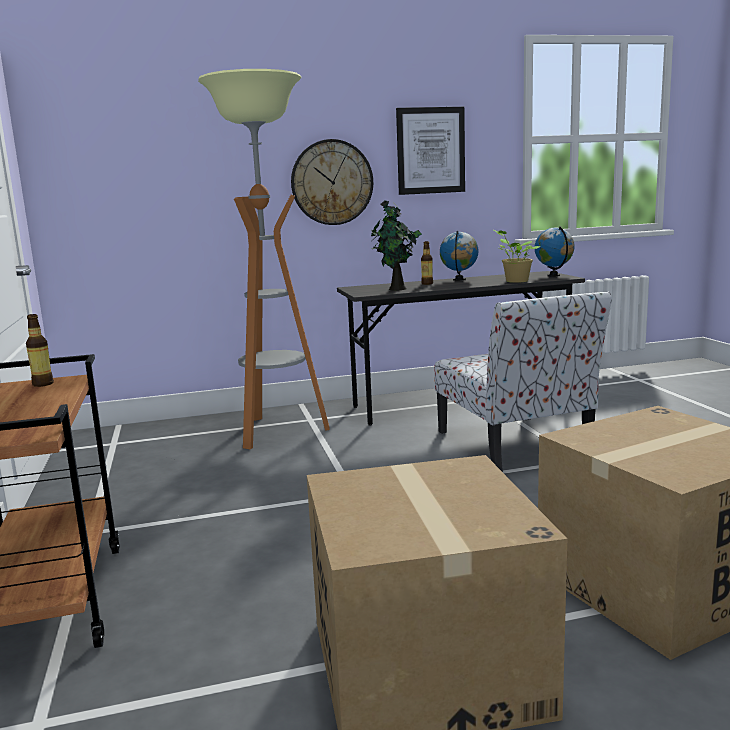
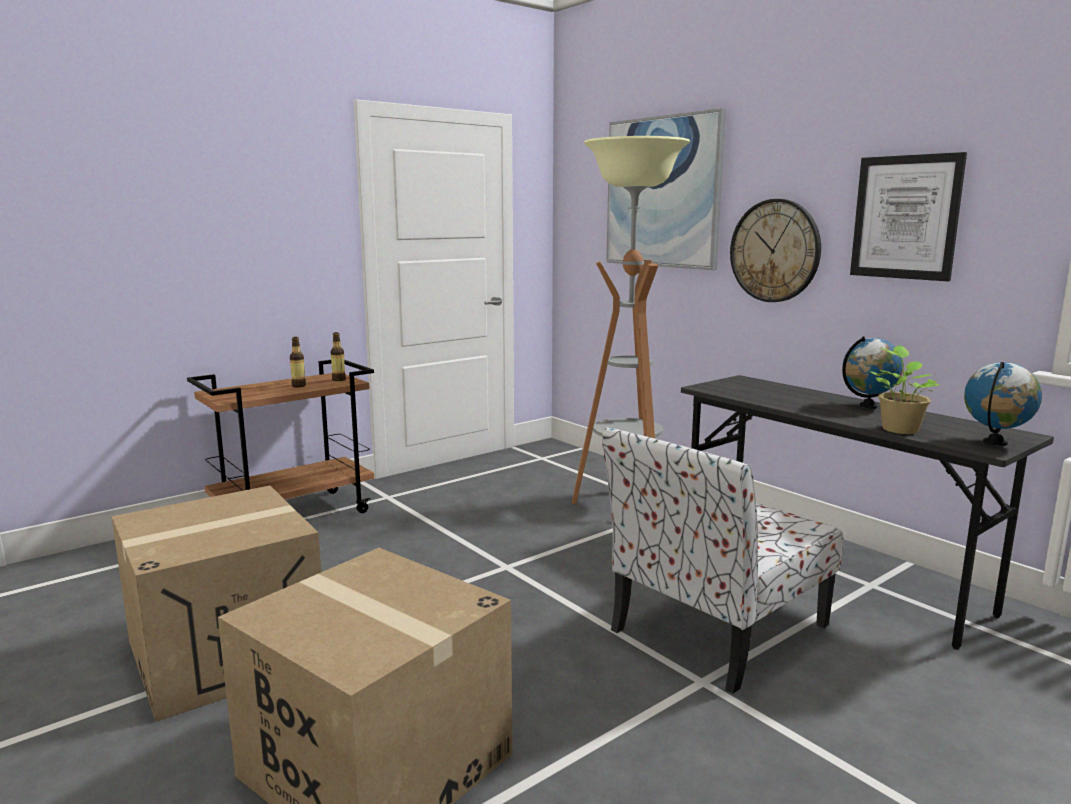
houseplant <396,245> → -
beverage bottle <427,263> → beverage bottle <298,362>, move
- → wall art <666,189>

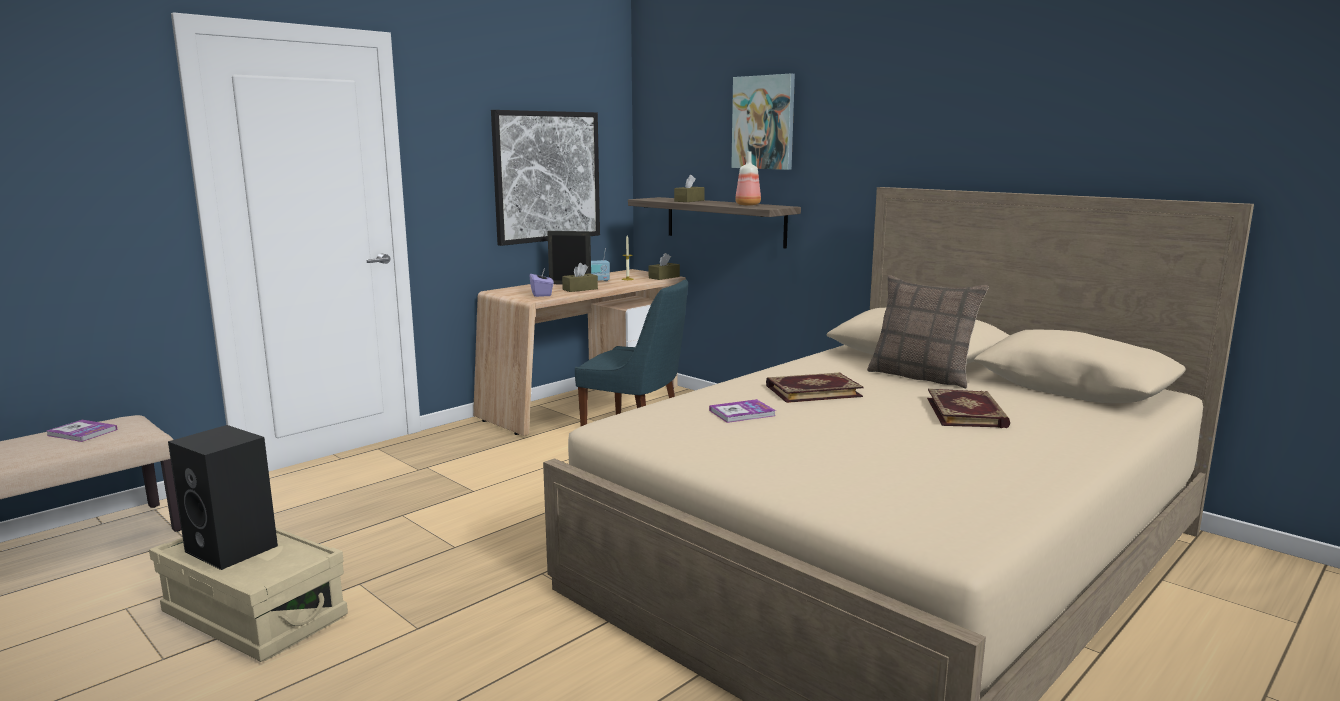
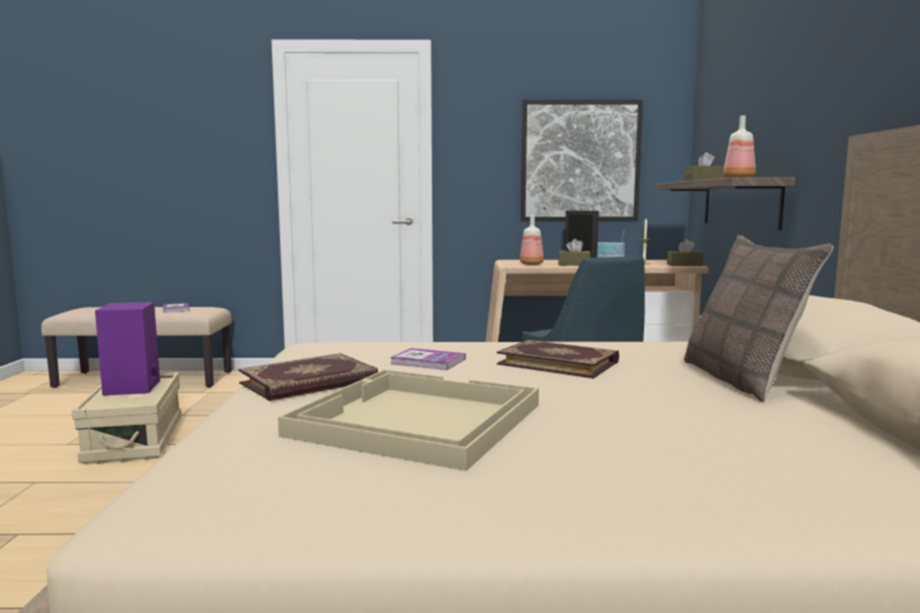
audio speaker (blackish) <223,497> → audio speaker (purplish) <127,349>
tissue holder (purplish) <541,282> → beverage bottle <532,240>
wall art <763,122> → -
volume <968,408> → volume <308,377>, move
- → carrying tray (sand-coloured) <408,420>

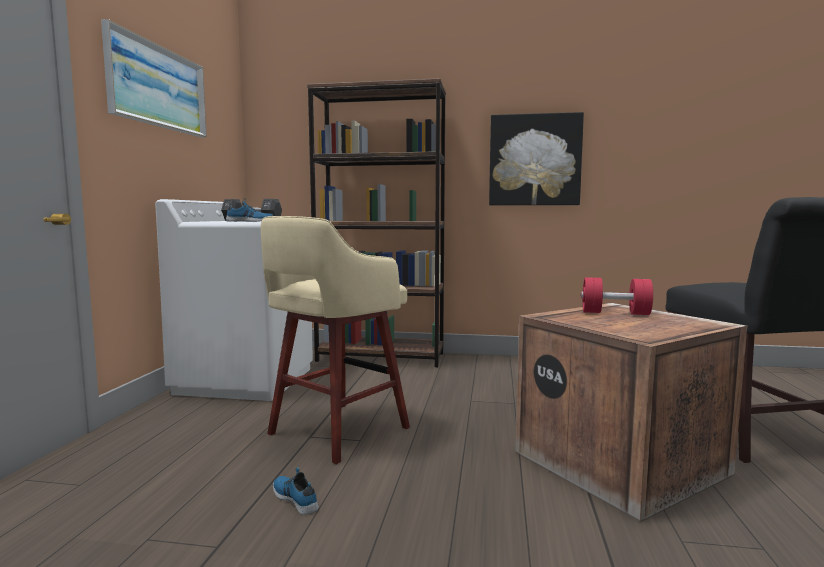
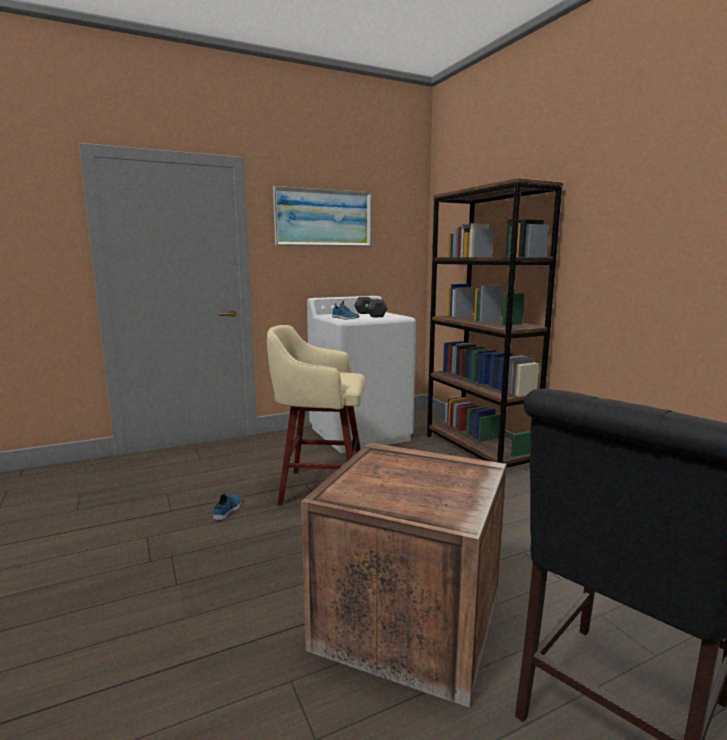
wall art <536,158> → -
free weight (red) <617,296> → -

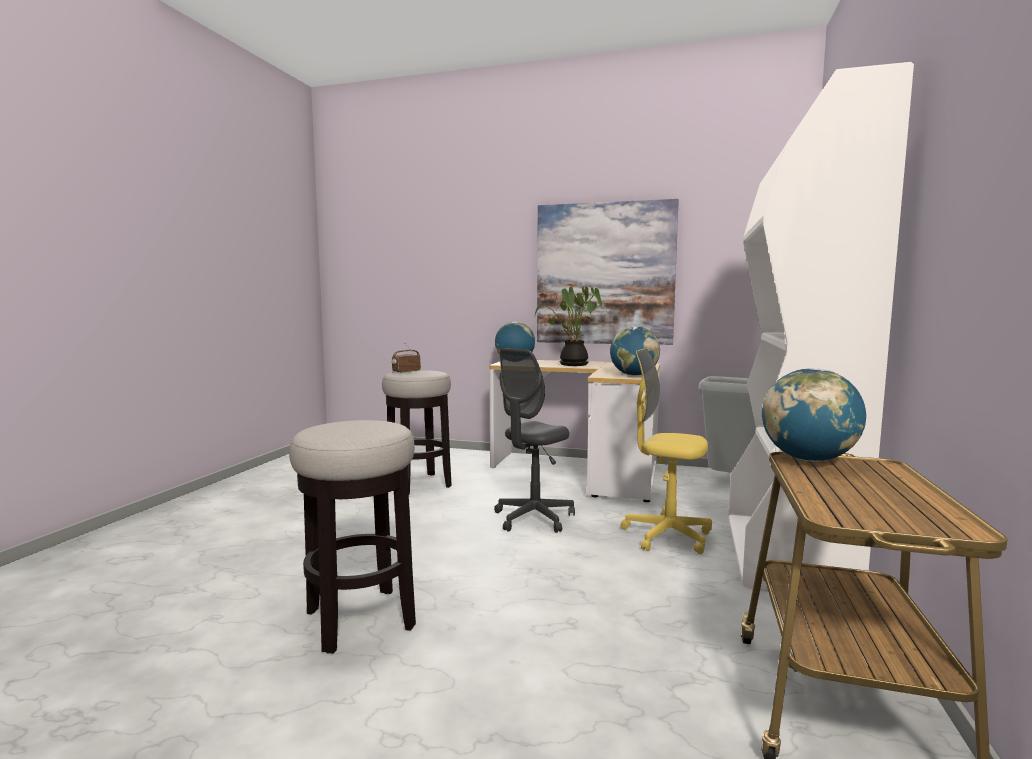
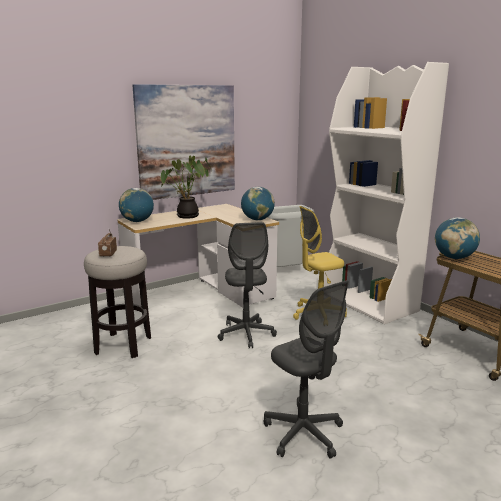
stool seat <352,537> → computer chair (greyish) <306,369>

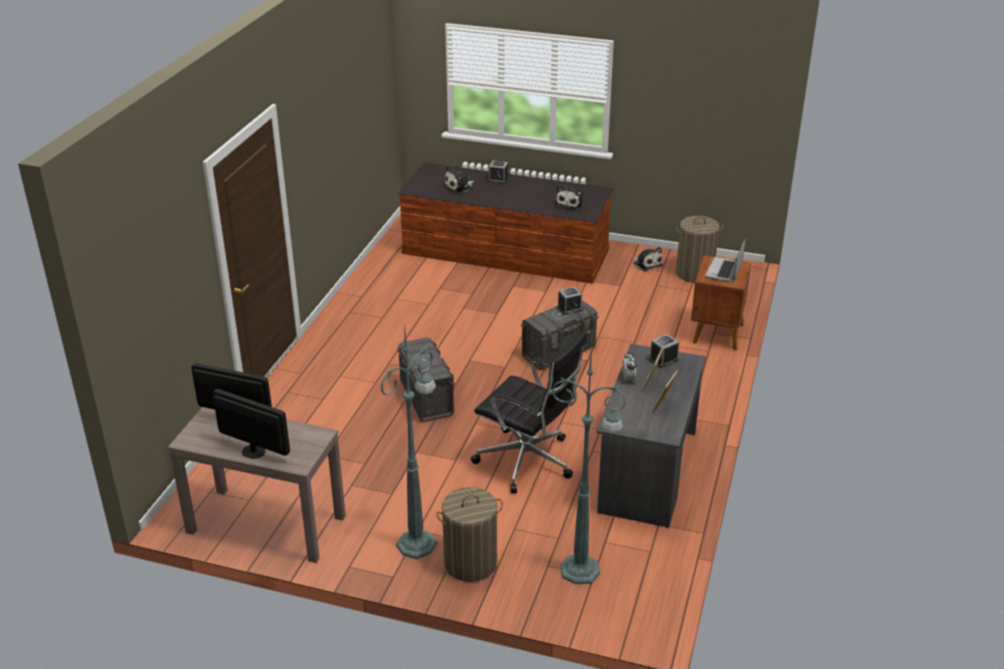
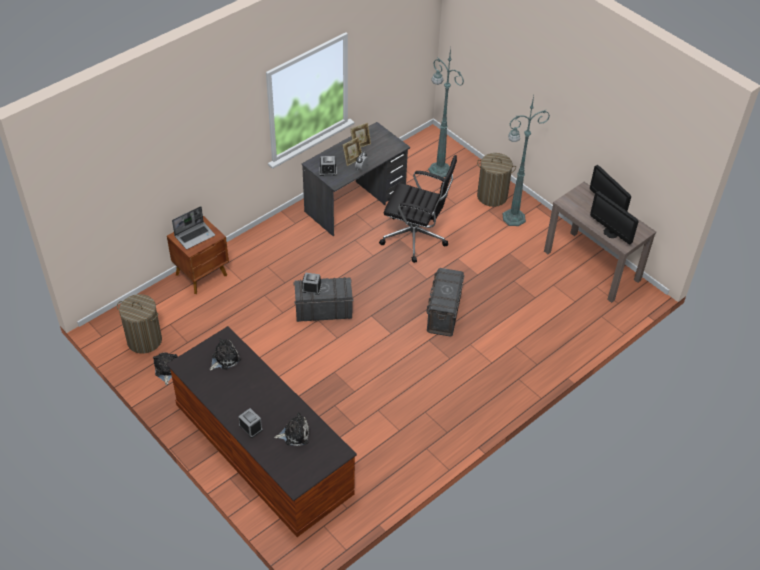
computer chair (blackish) <529,412> → computer chair (blackish) <418,209>, 135 degrees clockwise

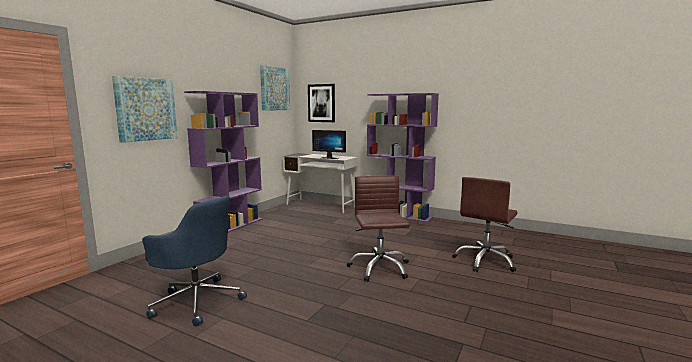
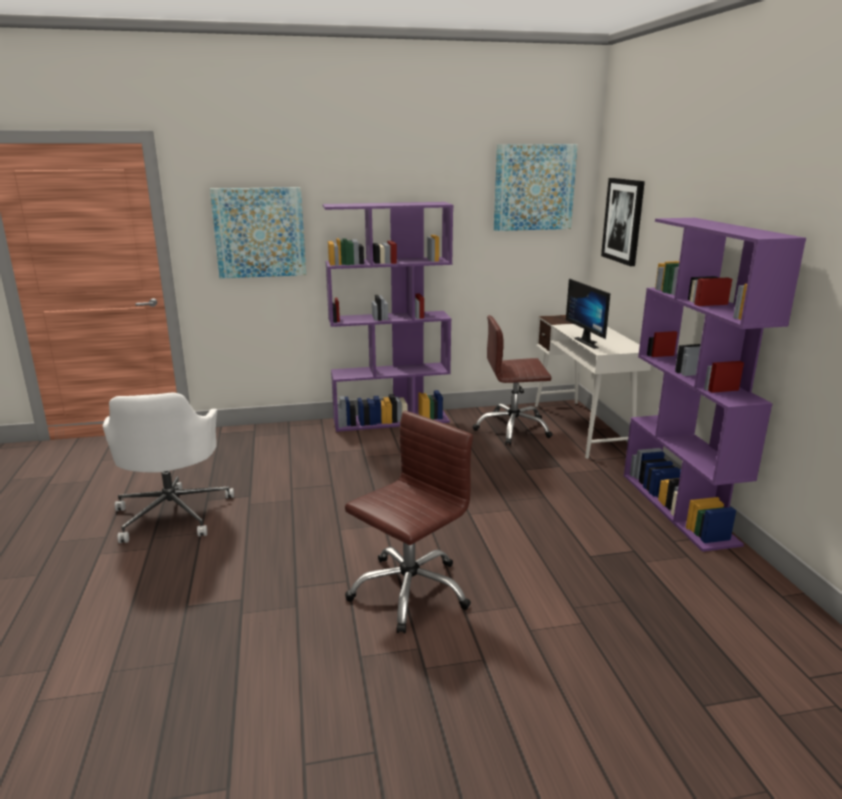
computer chair (bluish) <194,261> → computer chair (white-coloured) <168,467>
computer chair (brown) <485,224> → computer chair (brown) <513,380>, move

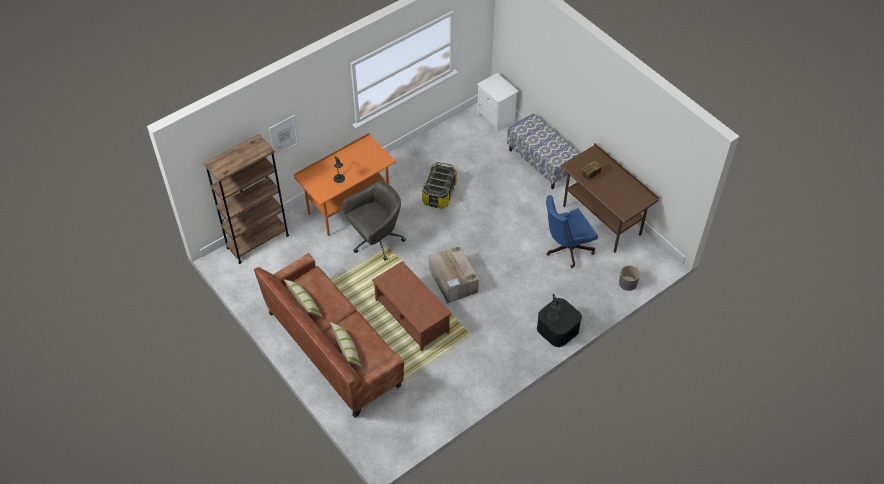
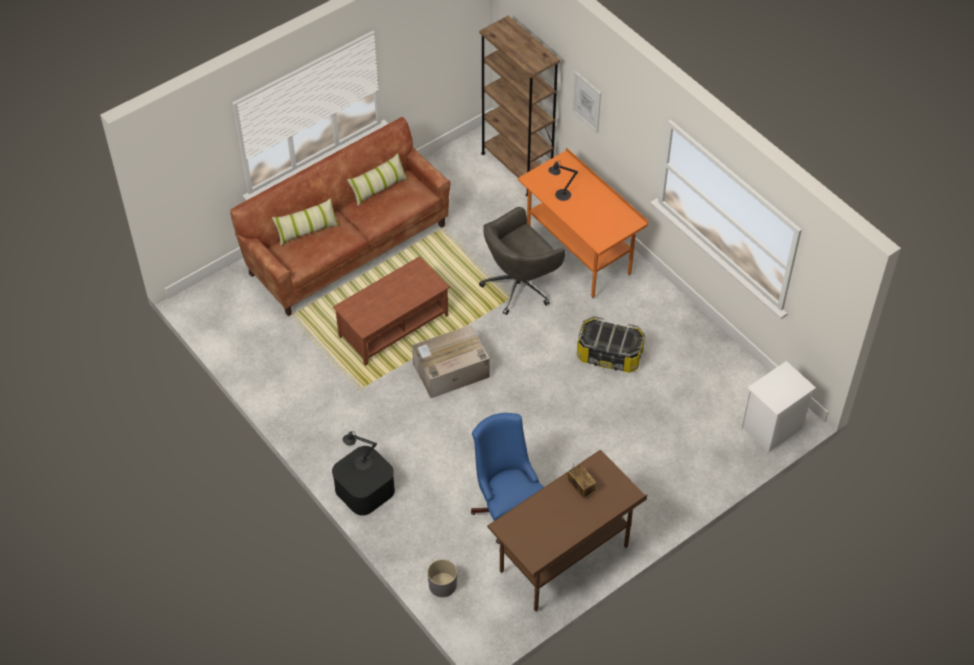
computer chair (greyish) <374,221> → computer chair (greyish) <522,261>, 90 degrees clockwise
indoor bench <543,151> → -

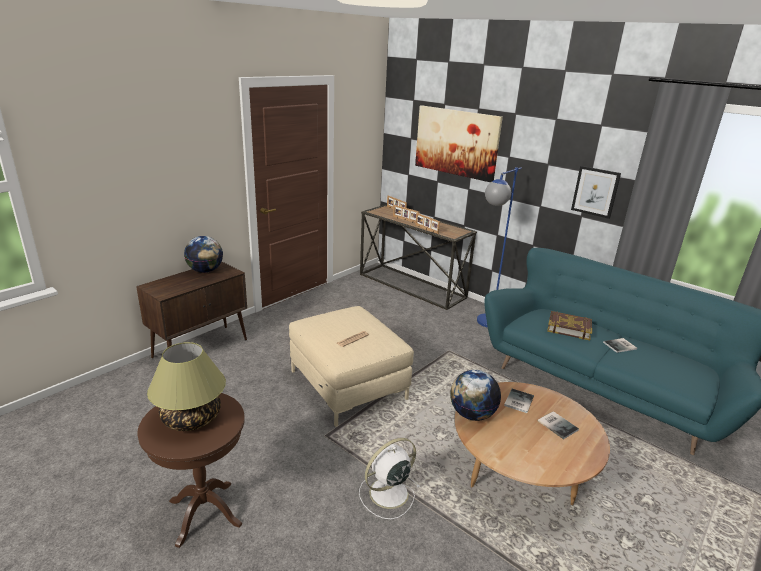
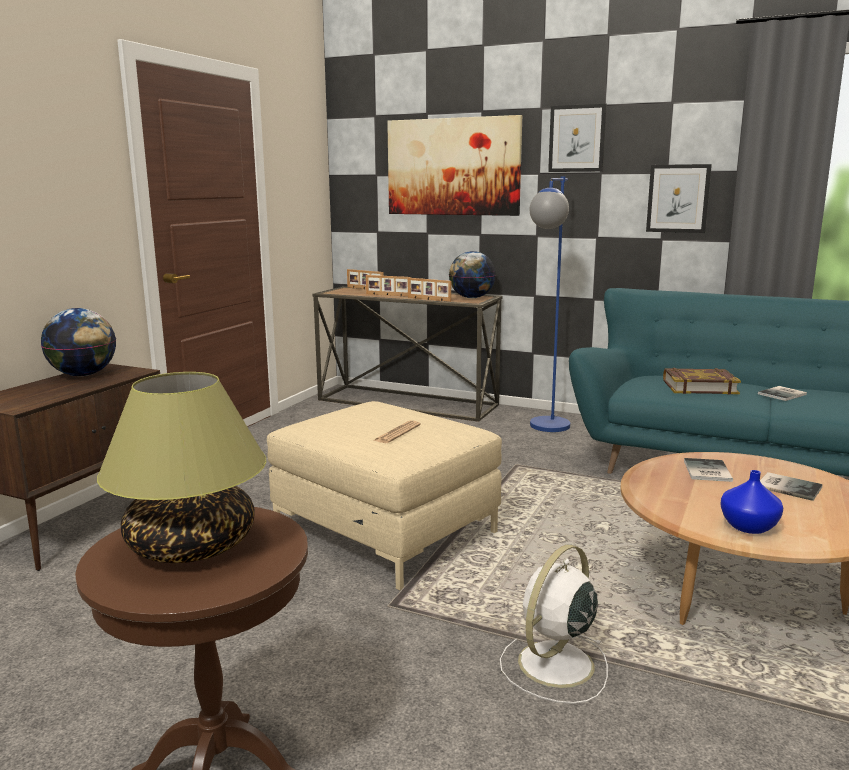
globe <475,395> → globe <472,274>, move
- → wall art <577,138>
- → decorative vase (bluish) <752,502>

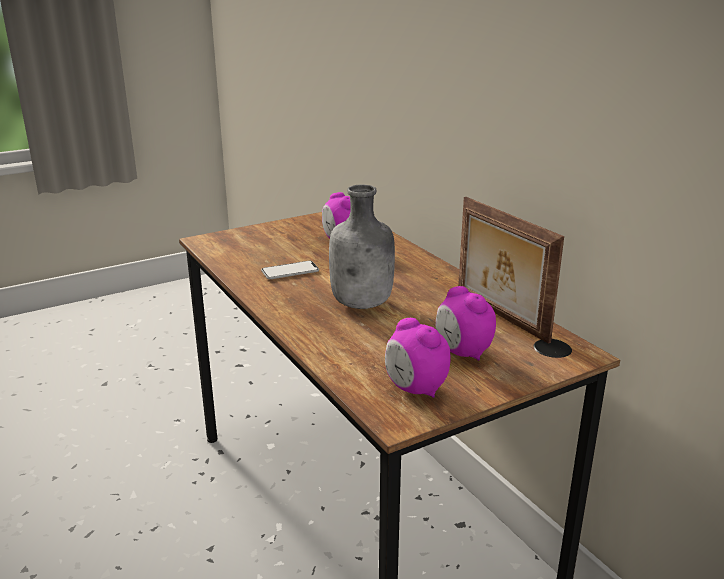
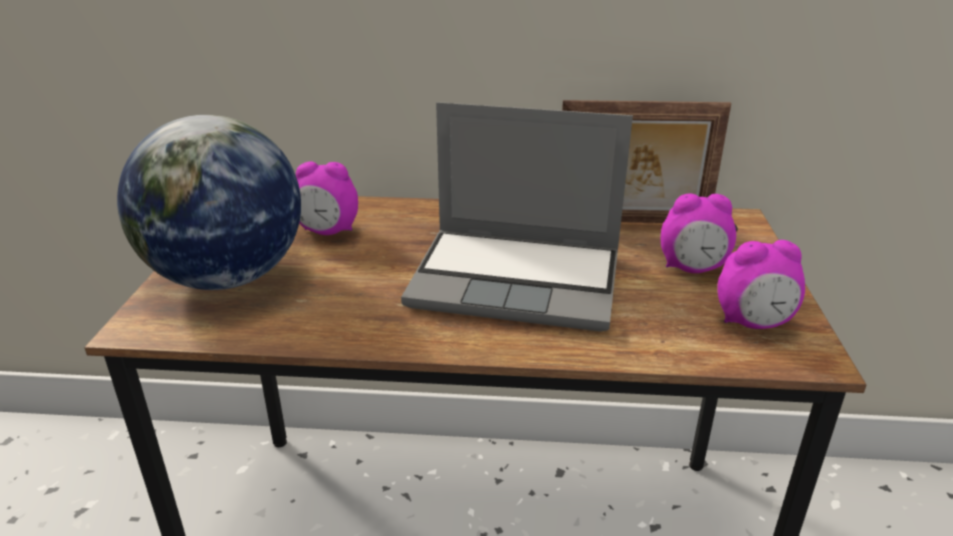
phone <290,270> → -
beverage bottle (greyish) <362,246> → notebook computer <517,217>
- → globe <209,202>

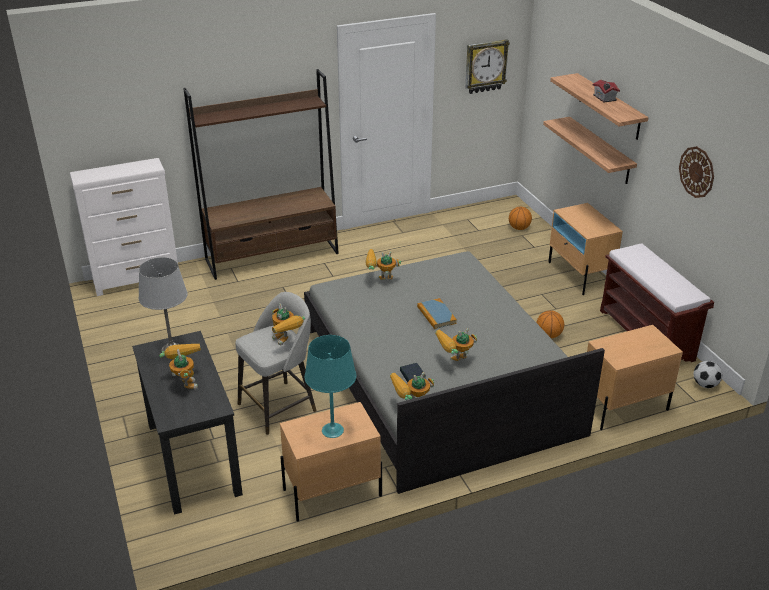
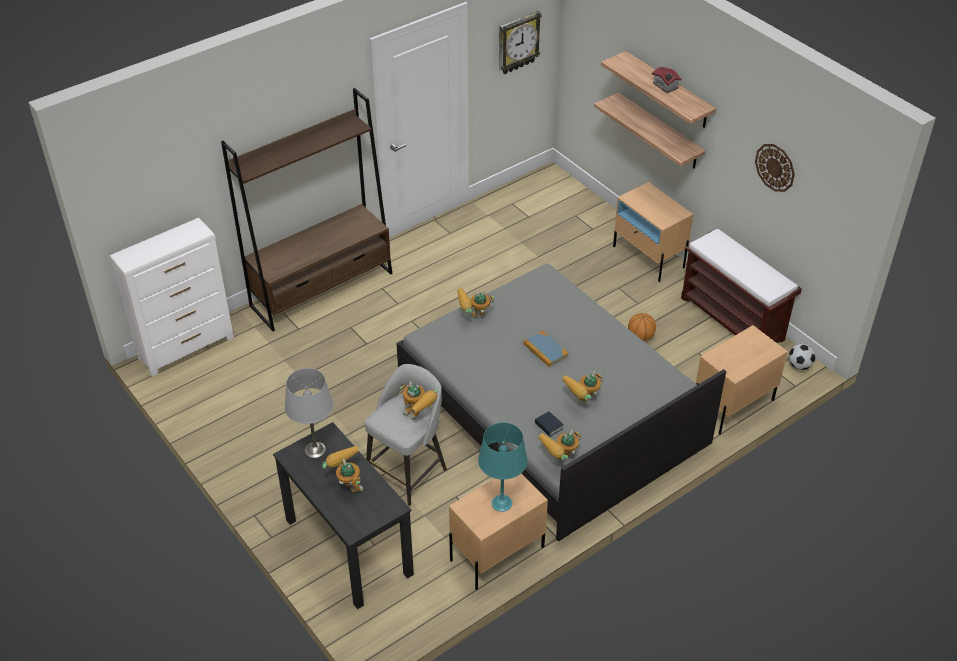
basketball <520,218> → -

